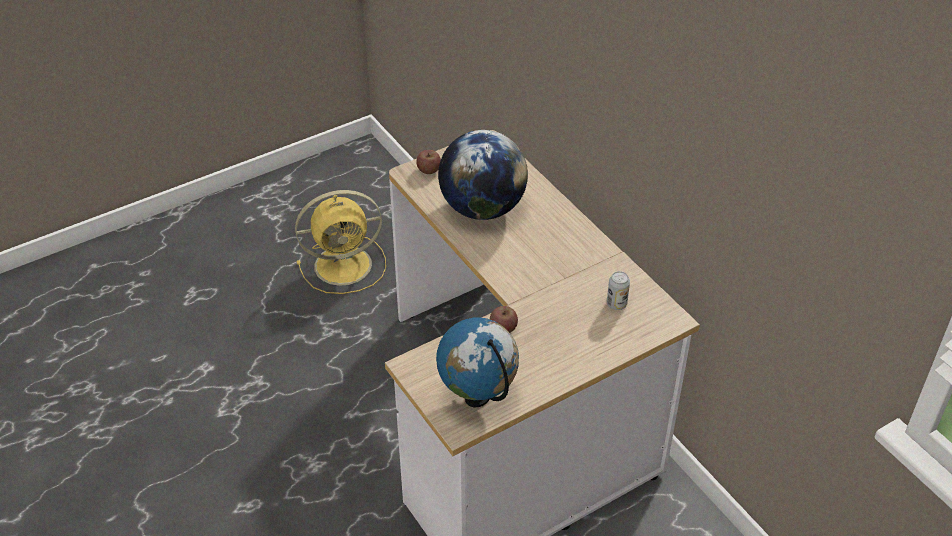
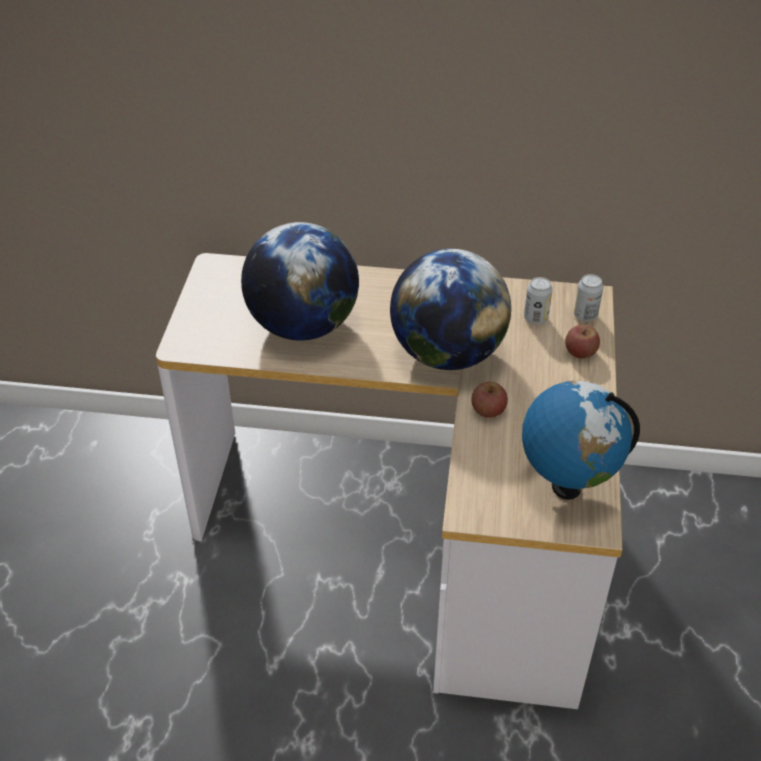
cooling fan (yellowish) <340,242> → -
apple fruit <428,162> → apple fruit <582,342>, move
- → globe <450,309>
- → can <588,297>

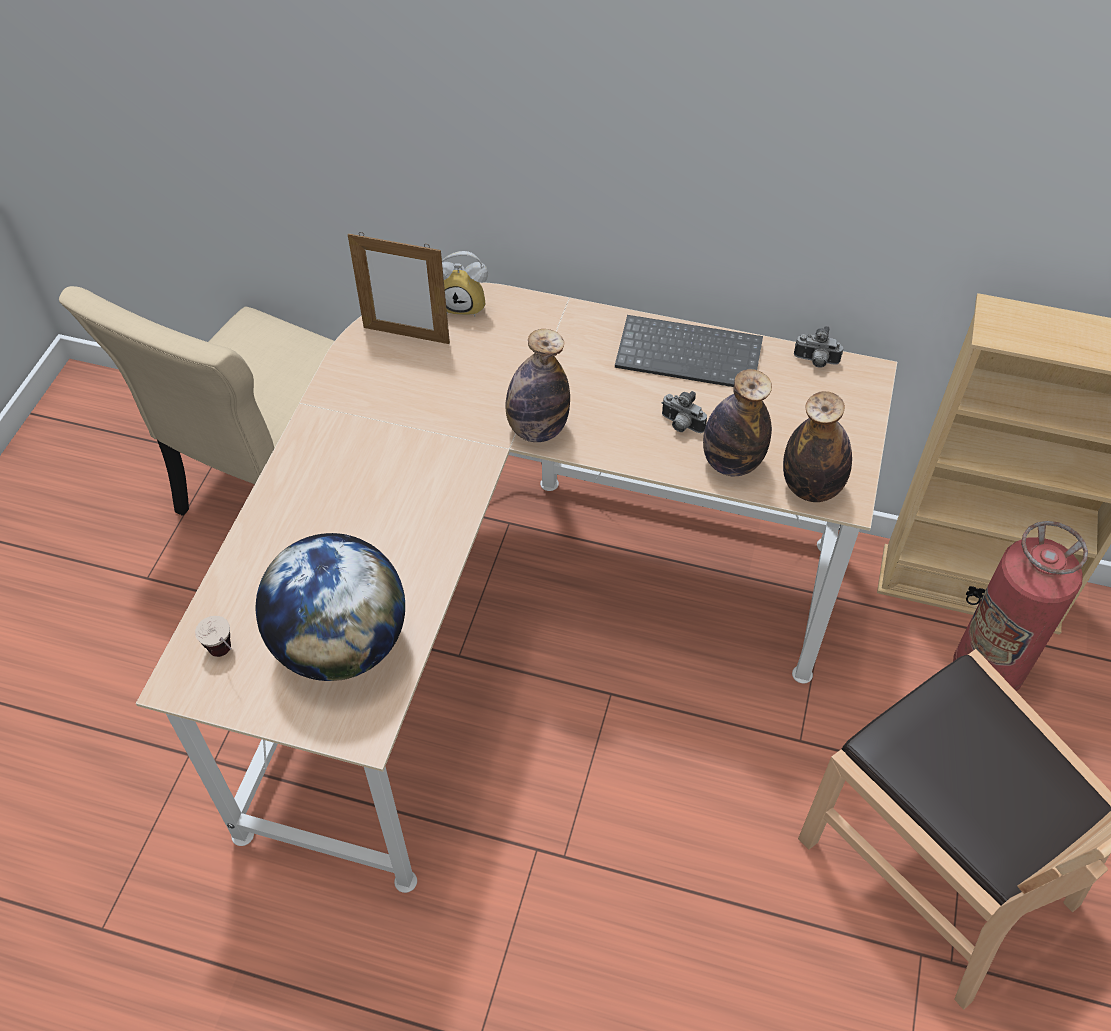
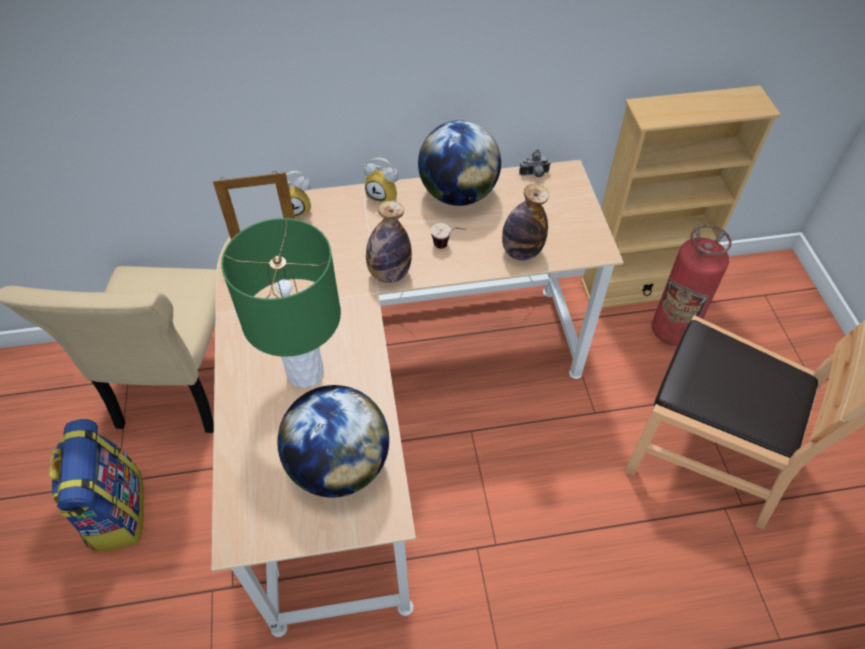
cup <213,636> → cup <448,236>, move
PC keyboard <689,351> → globe <459,163>
still camera <684,412> → -
beverage bottle <817,446> → -
- → backpack <96,485>
- → lamp for a table (greenish) <281,303>
- → alarm clock <381,180>

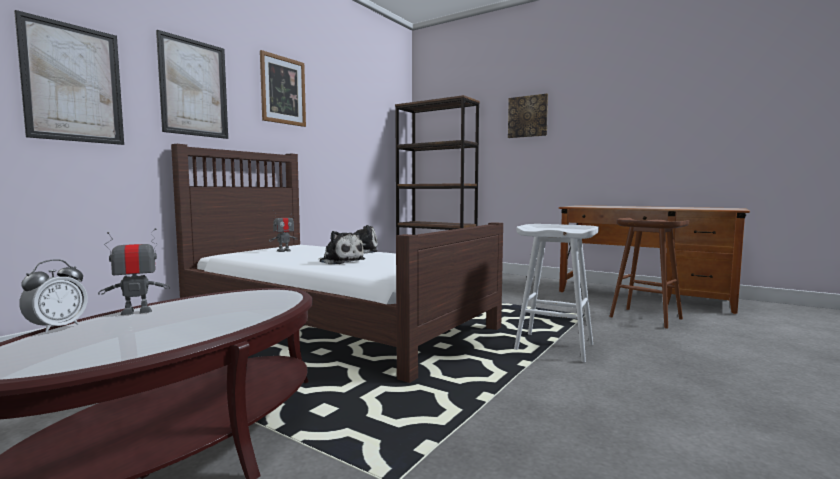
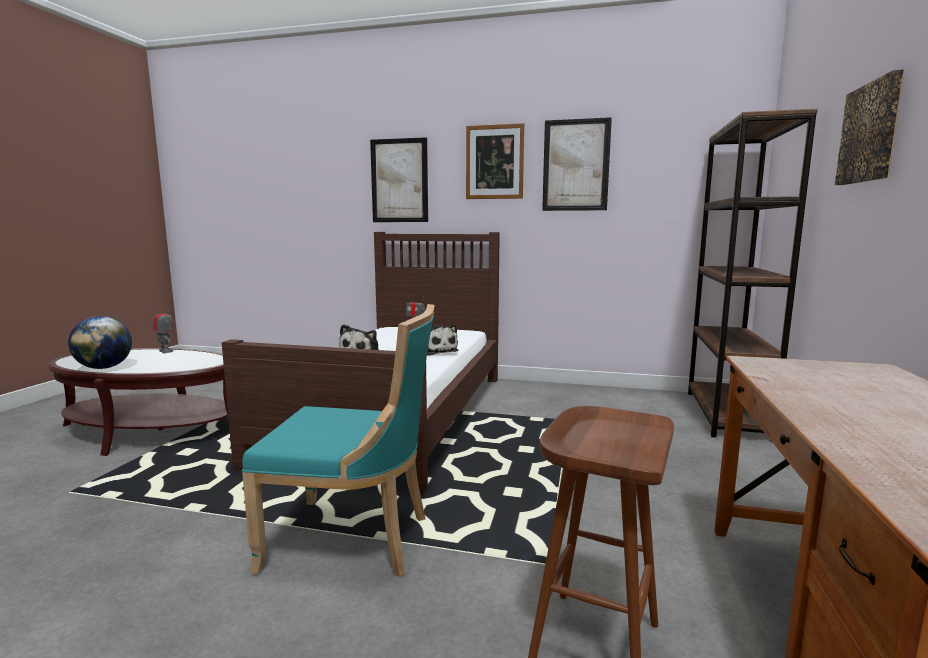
wall art <69,77> → wall art <577,164>, move
alarm clock <53,296> → -
stool seat (white-coloured) <556,293> → plain chair (turquoise-coloured) <338,440>
- → globe <100,342>

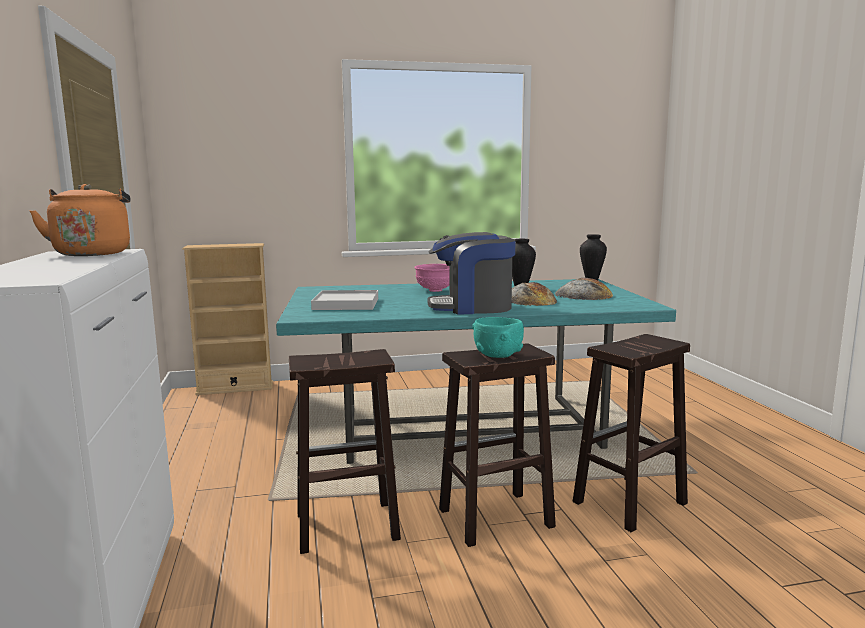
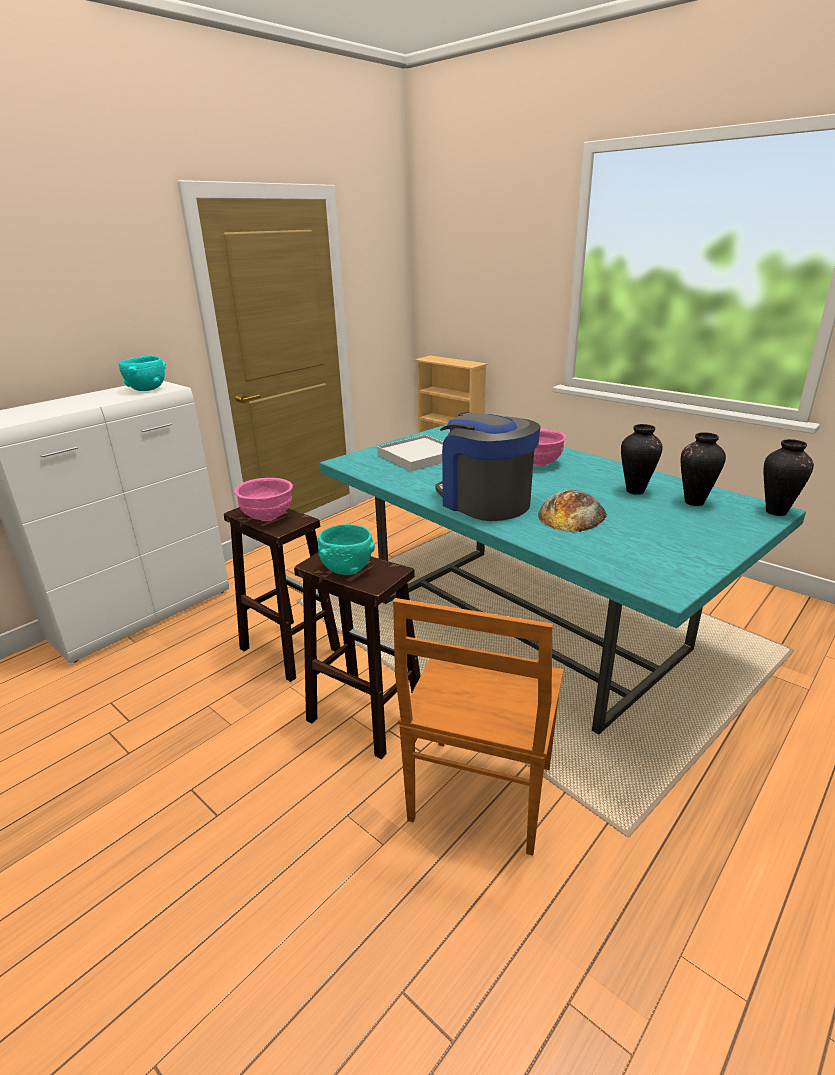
tea kettle (orange-coloured) <79,220> → deep dish (turquoise-coloured) <142,373>
baked bread <584,289> → -
stool seat (brown) <631,433> → plain chair (brown) <478,727>
- → deep dish (pinkish) <264,499>
- → decorative vase <703,469>

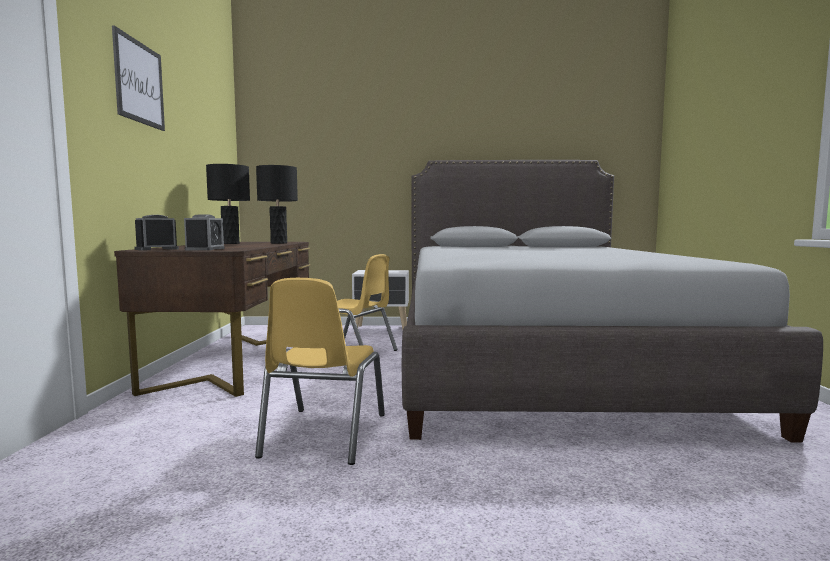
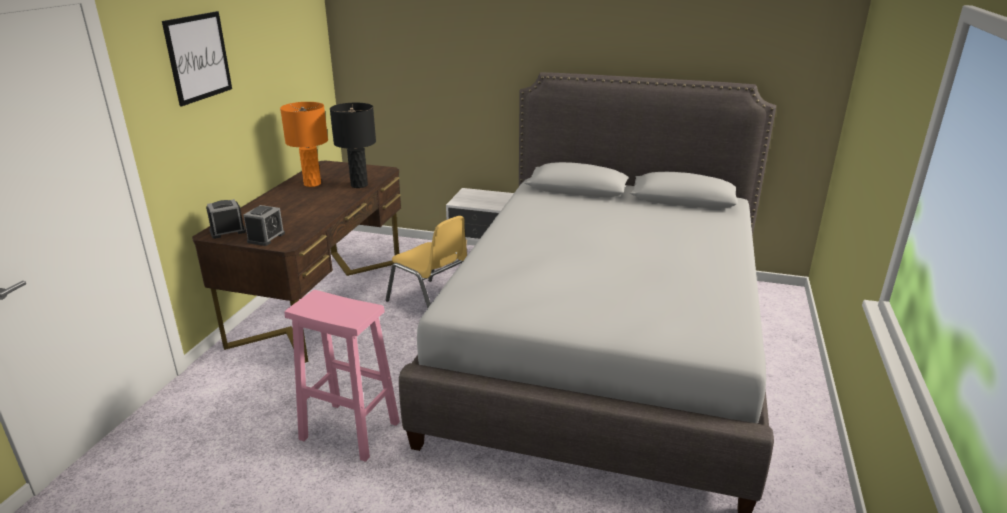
lamp for a table (blackish) <228,204> → lamp for a table (orange-coloured) <304,144>
plain chair (yellowish) <320,371> → stool seat (pinkish) <342,376>

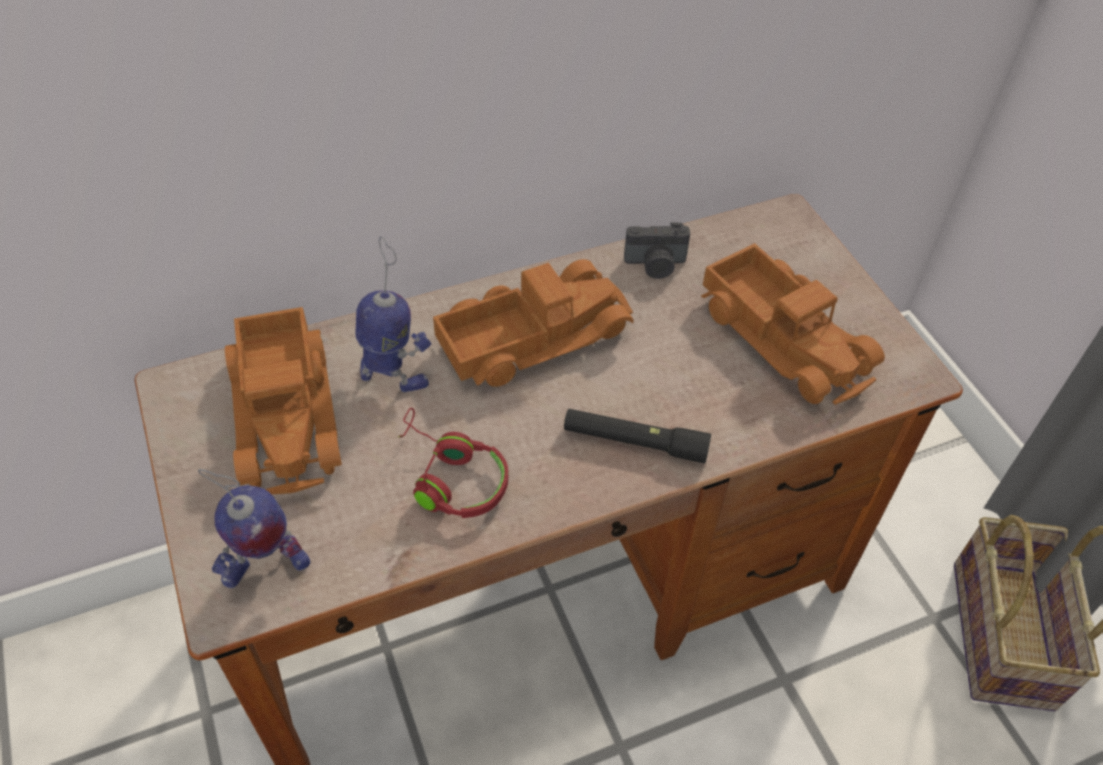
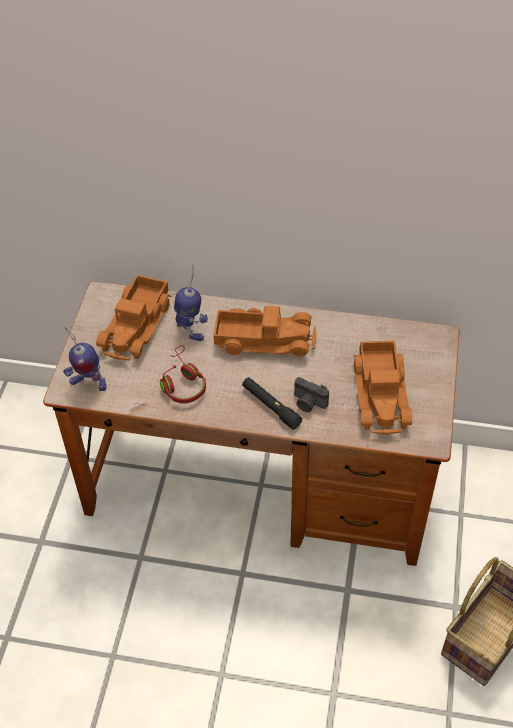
still camera <657,250> → still camera <311,394>, move

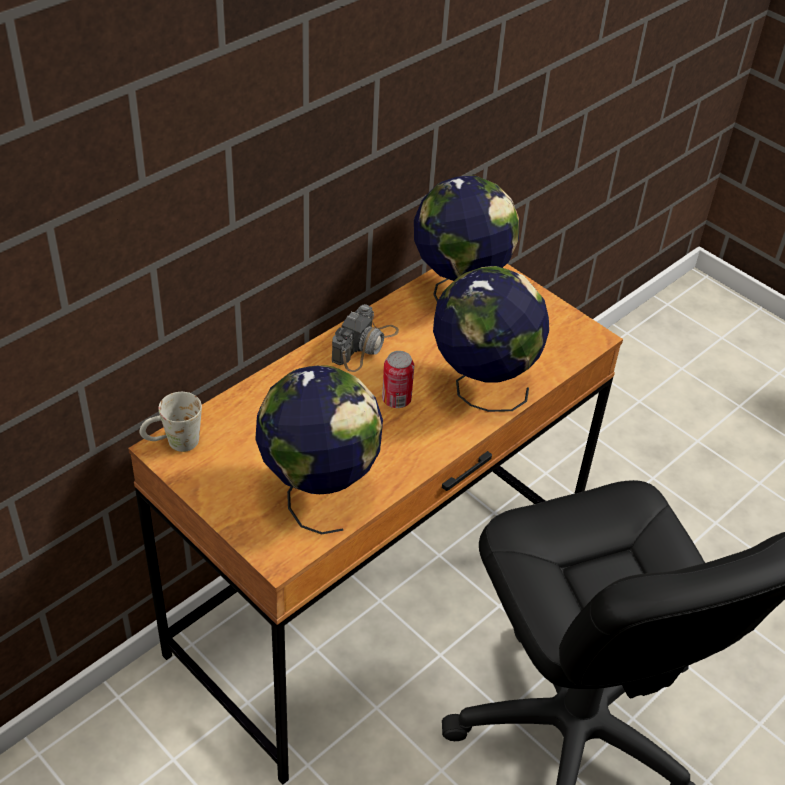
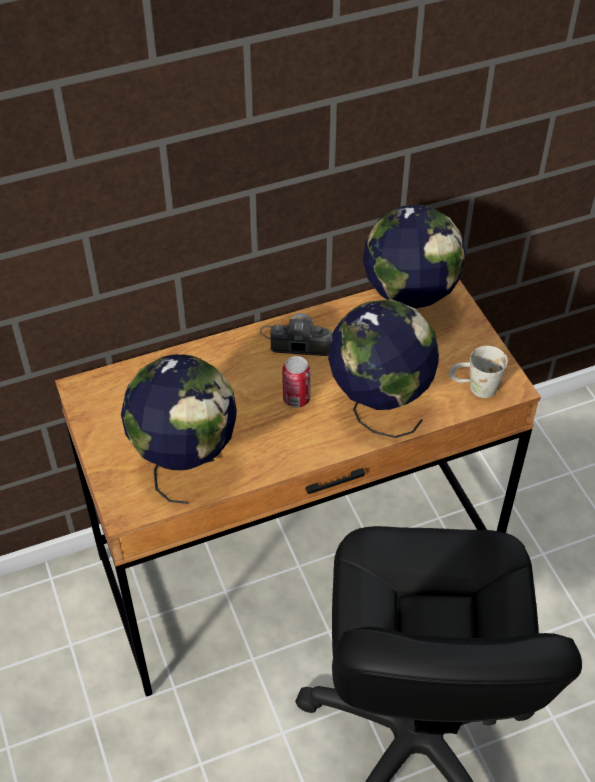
tea mug (white-coloured) <171,422> → tea mug (white-coloured) <478,372>, move
still camera <365,338> → still camera <296,334>, 135 degrees counterclockwise

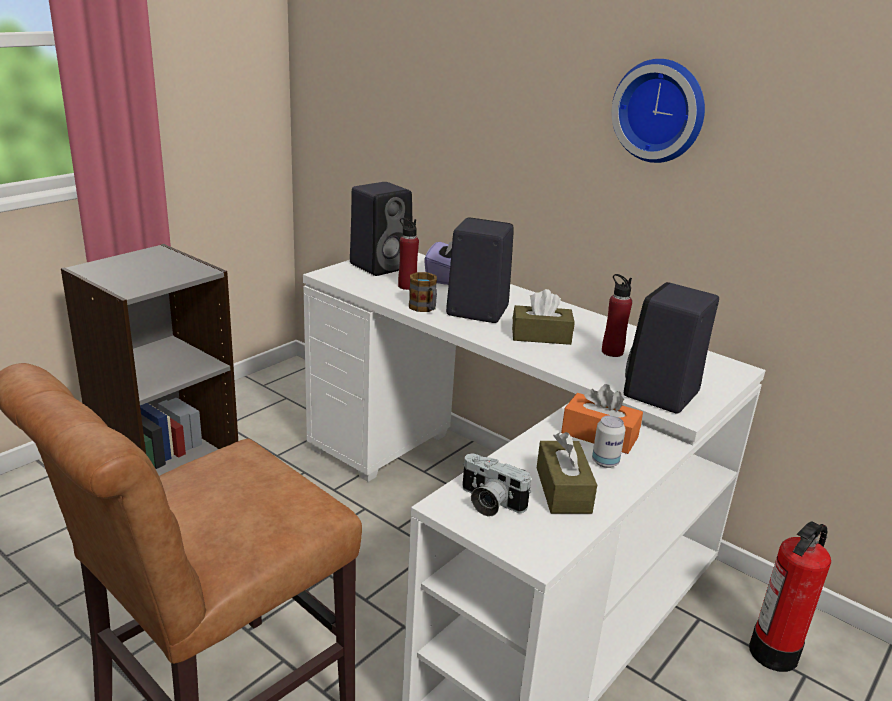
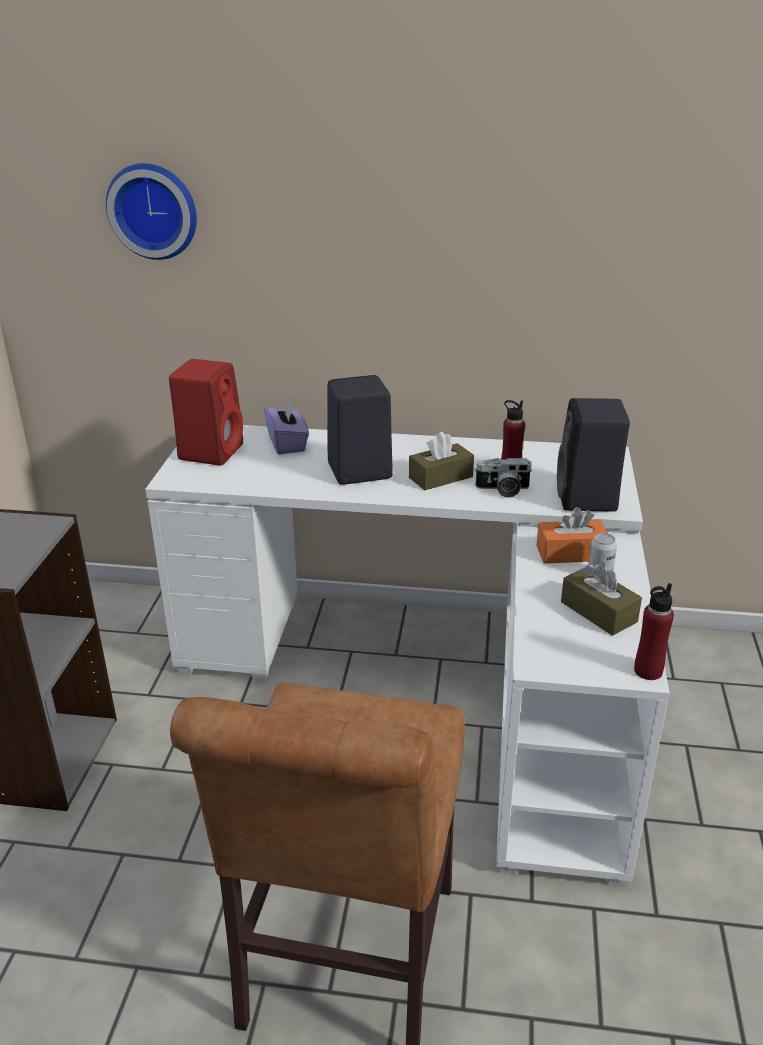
audio speaker (blackish) <381,229> → audio speaker (red) <206,412>
beverage bottle (red) <408,254> → beverage bottle (red) <654,631>, move
tea mug <423,292> → -
still camera <497,485> → still camera <503,478>, move
clock on the wall <658,111> → clock on the wall <151,211>, move
extinguisher <790,596> → -

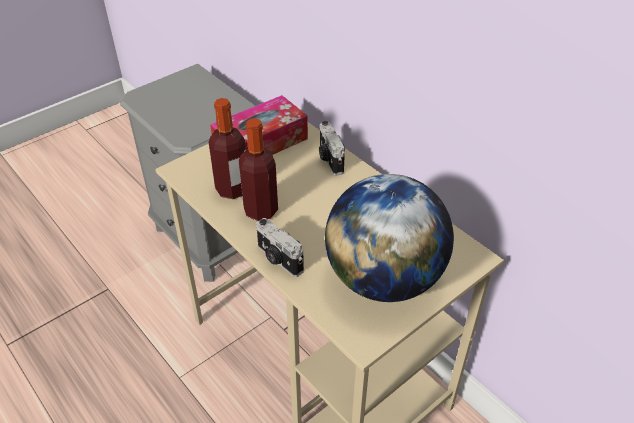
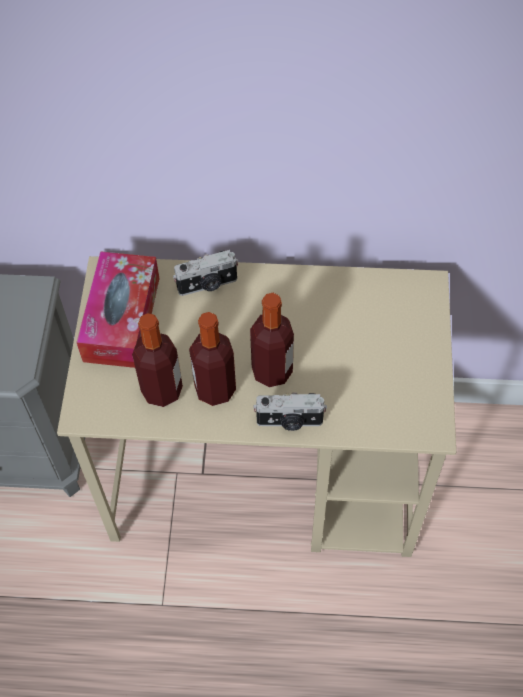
still camera <332,148> → still camera <206,273>, 45 degrees counterclockwise
globe <389,238> → -
- → beverage bottle <272,340>

